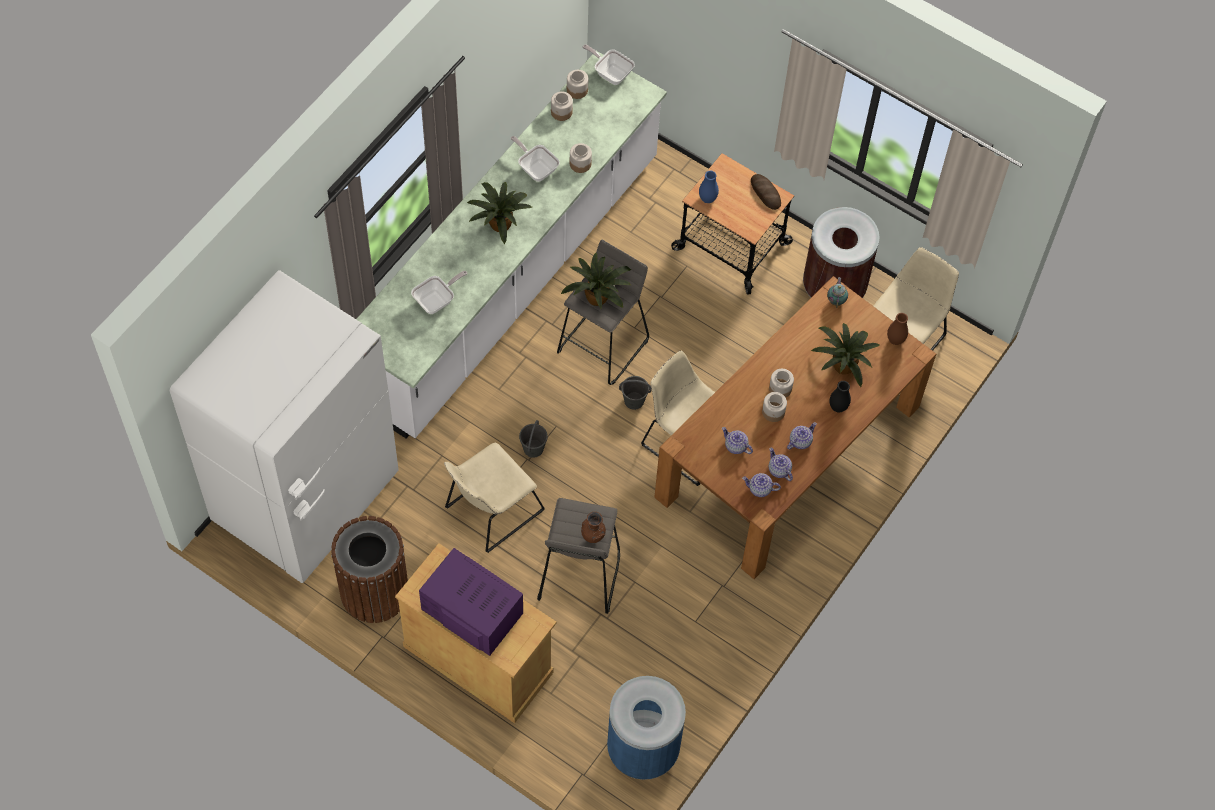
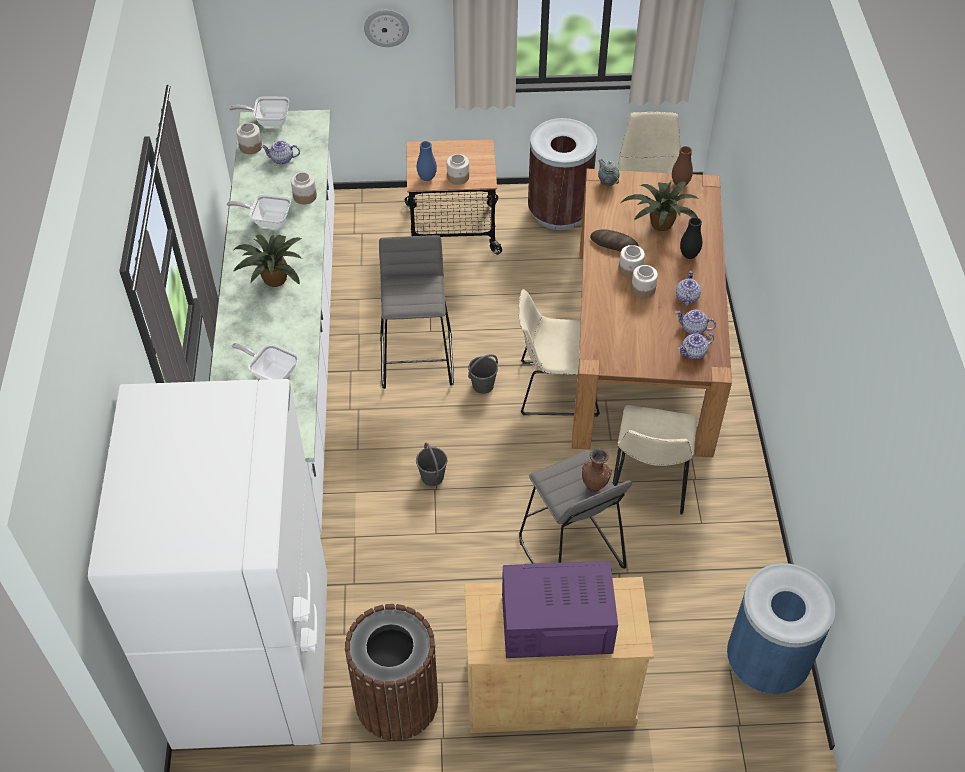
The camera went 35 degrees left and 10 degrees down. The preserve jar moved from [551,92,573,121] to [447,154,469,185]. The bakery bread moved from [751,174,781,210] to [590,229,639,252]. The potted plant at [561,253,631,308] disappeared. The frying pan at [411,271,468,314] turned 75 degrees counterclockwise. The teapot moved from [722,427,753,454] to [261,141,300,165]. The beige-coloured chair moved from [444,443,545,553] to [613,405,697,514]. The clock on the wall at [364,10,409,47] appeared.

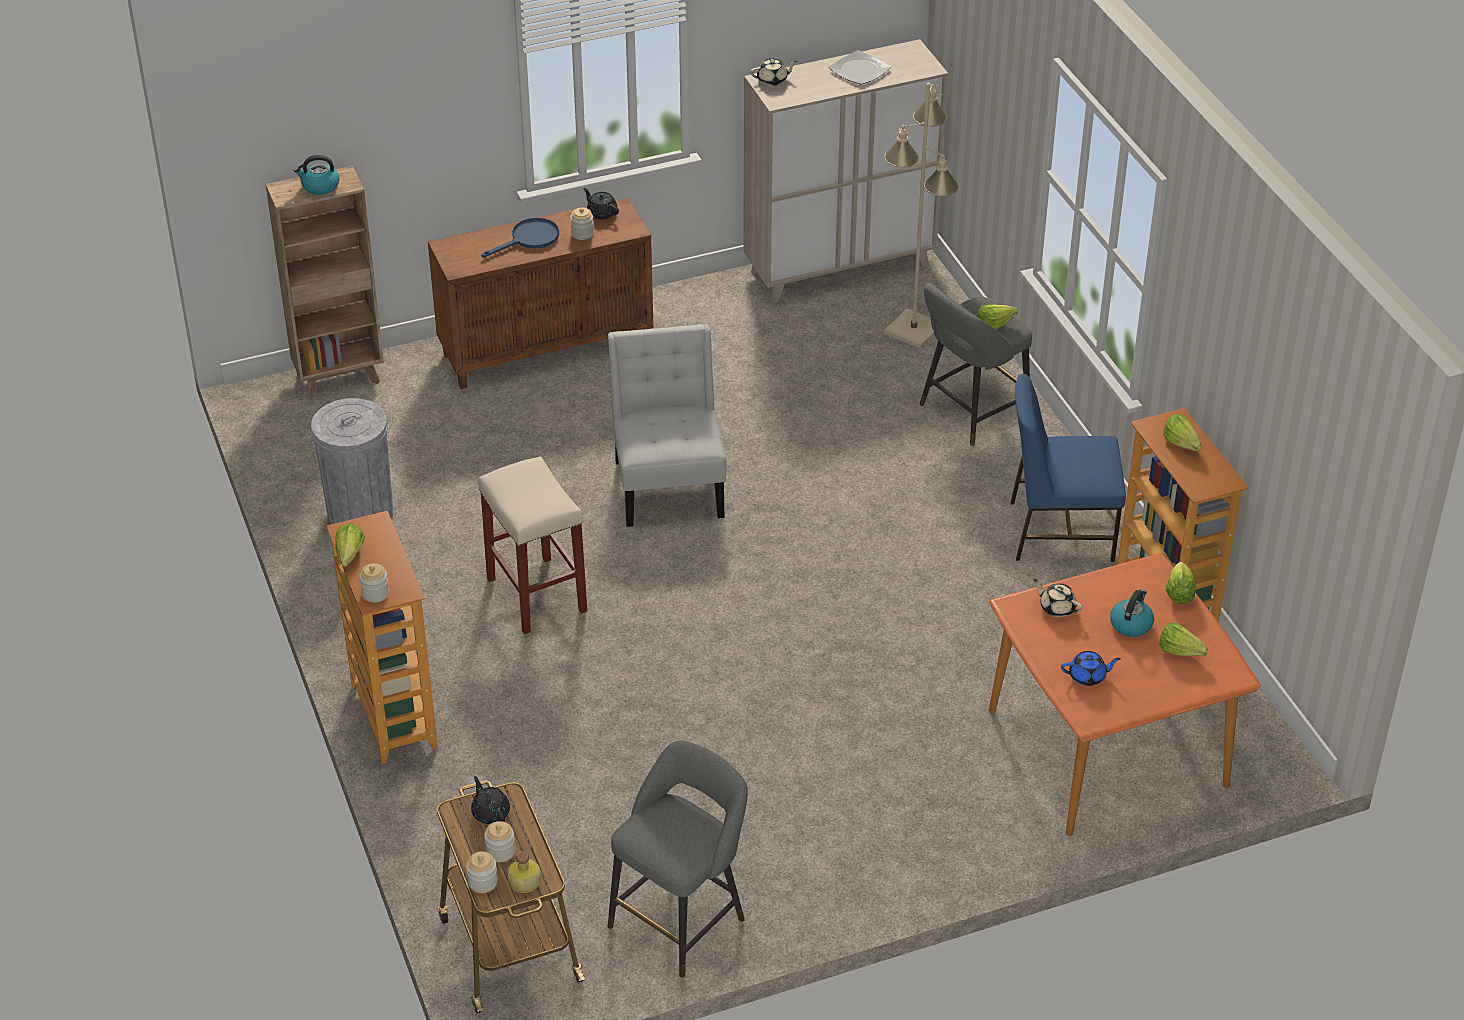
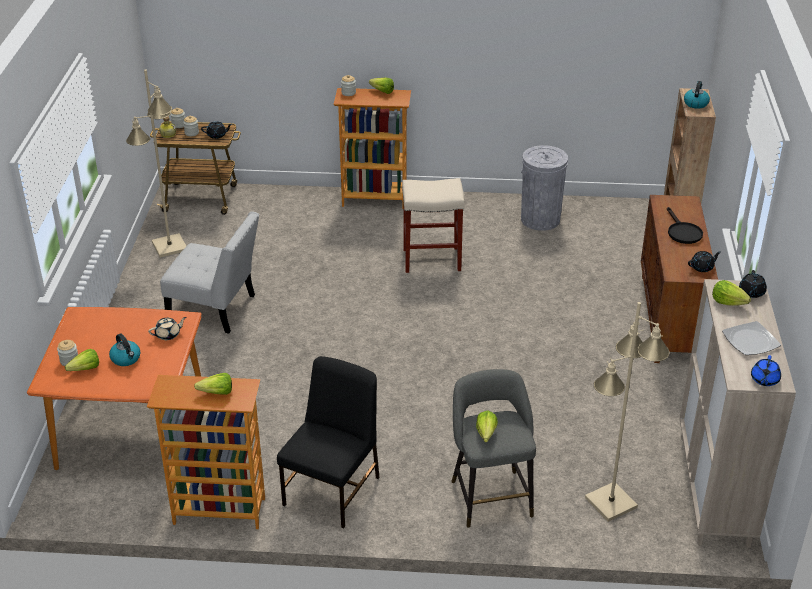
The camera went 115 degrees right and 5 degrees down. The beige-coloured teapot at [750,59,797,86] became the black-coloured teapot at [739,270,767,298]. The preserve jar moved from [570,208,594,240] to [57,340,78,366]. The blue-coloured frying pan at [481,218,559,257] became the black-coloured frying pan at [667,207,703,244]. The white-coloured chair moved from [608,324,726,527] to [160,211,259,334]. The blue-coloured chair at [1010,374,1126,562] became the black-coloured chair at [277,356,380,528]. The head of lettuce moved from [1166,562,1195,604] to [712,280,751,306]. The blue-coloured teapot moved from [1061,651,1121,686] to [751,355,781,386]. The grey stool at [608,741,748,978] was replaced by the beige-coloured standard lamp at [126,70,186,258].

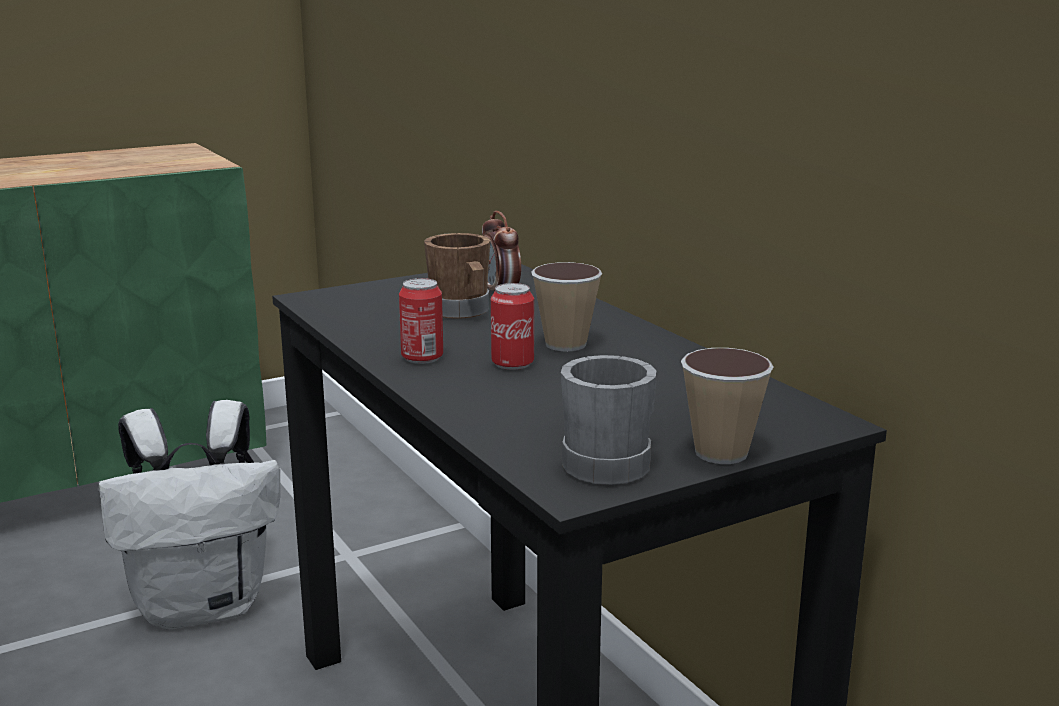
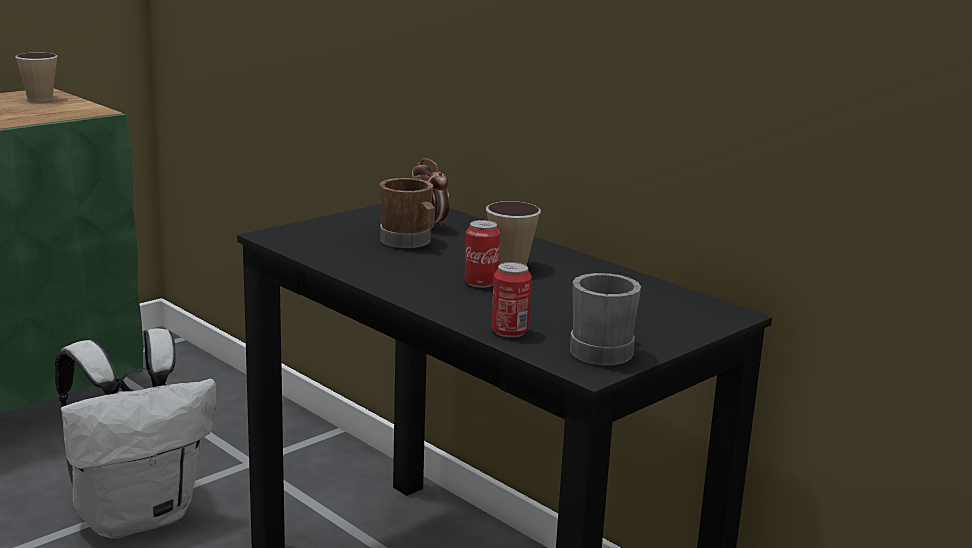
The camera went 15 degrees left and 0 degrees up. The sealed can moved from [399,278,443,364] to [491,262,532,337]. The drinking cup moved from [681,348,773,464] to [15,53,58,102].

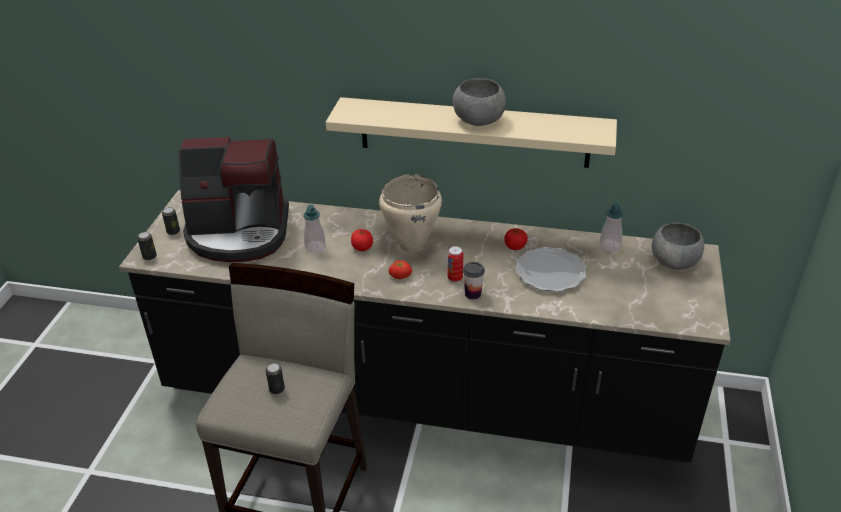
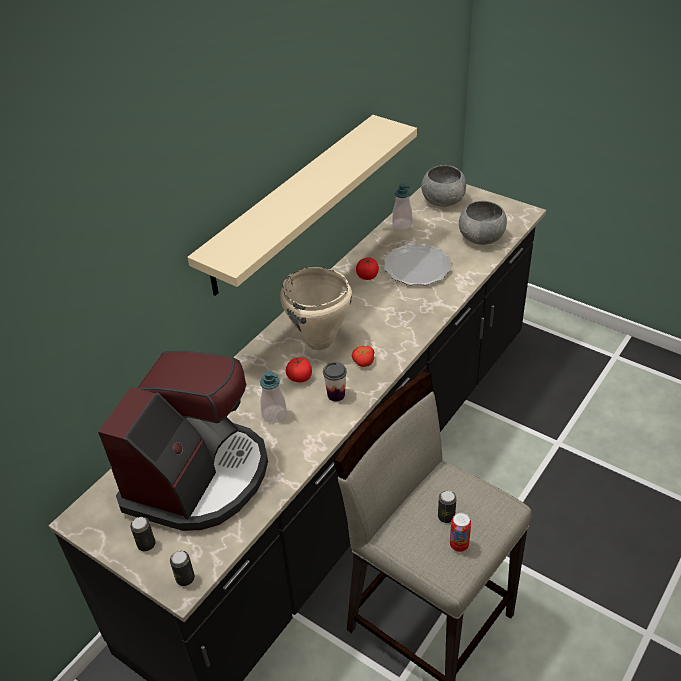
The camera went 65 degrees left and 5 degrees up. The grey bowl moved from [453,78,506,126] to [459,201,507,245]. The sealed can moved from [447,246,463,282] to [450,512,471,552]. The drinking cup moved from [463,262,485,299] to [323,362,347,401].

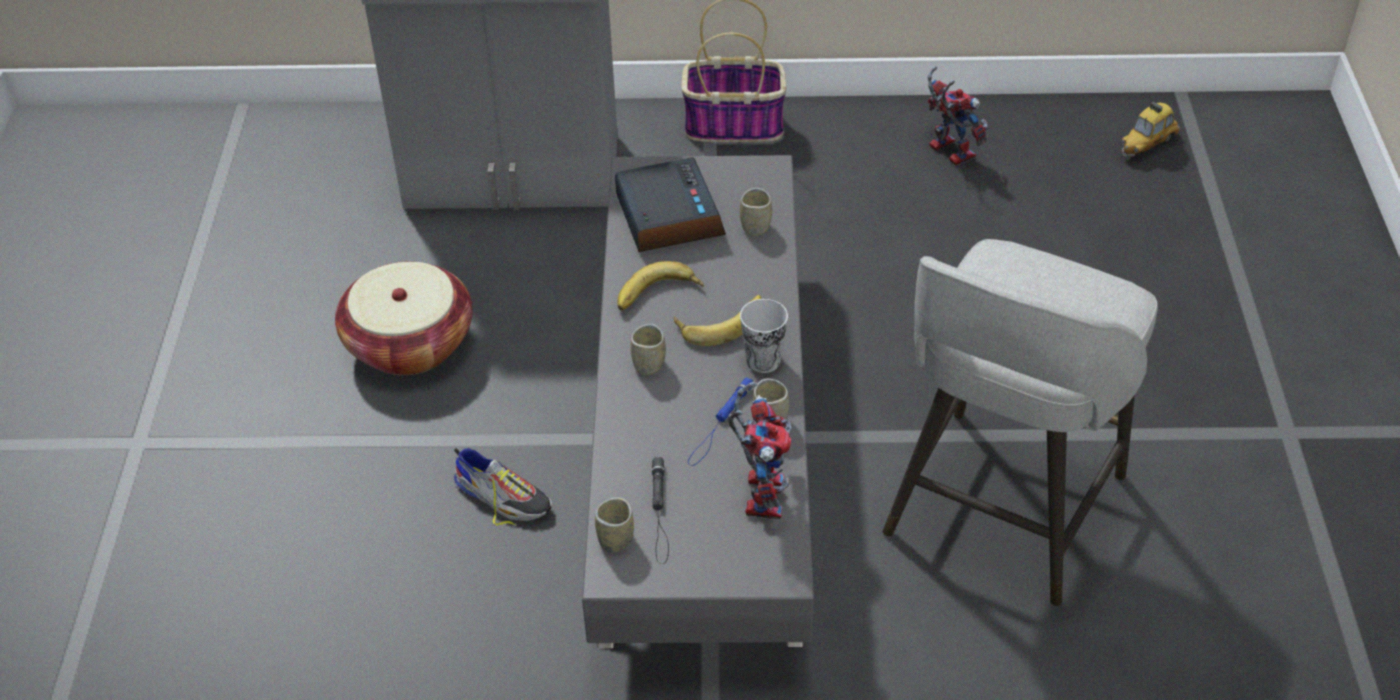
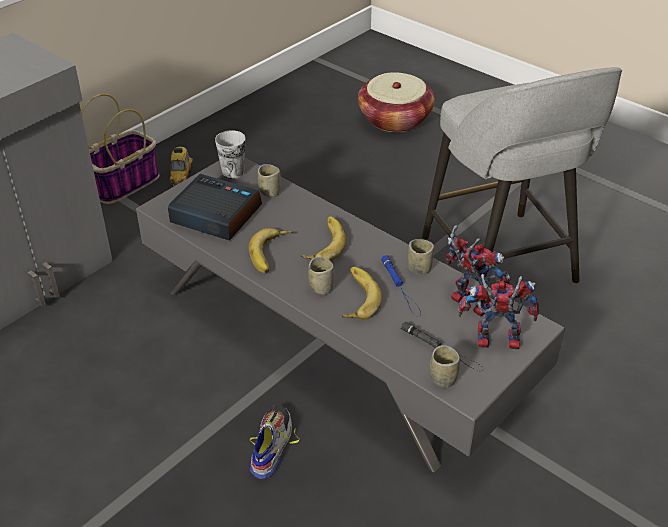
The camera went 50 degrees left and 5 degrees down. The toy robot moved from [928,66,988,166] to [458,274,539,350]. The miniature car moved from [1121,102,1181,157] to [170,147,193,187]. The storage basket moved from [335,261,473,375] to [358,72,435,132]. The drinking cup moved from [740,299,788,373] to [215,130,246,179]. The low shoe at [454,448,552,526] turned 60 degrees counterclockwise. The whole banana at [342,267,382,320] appeared.

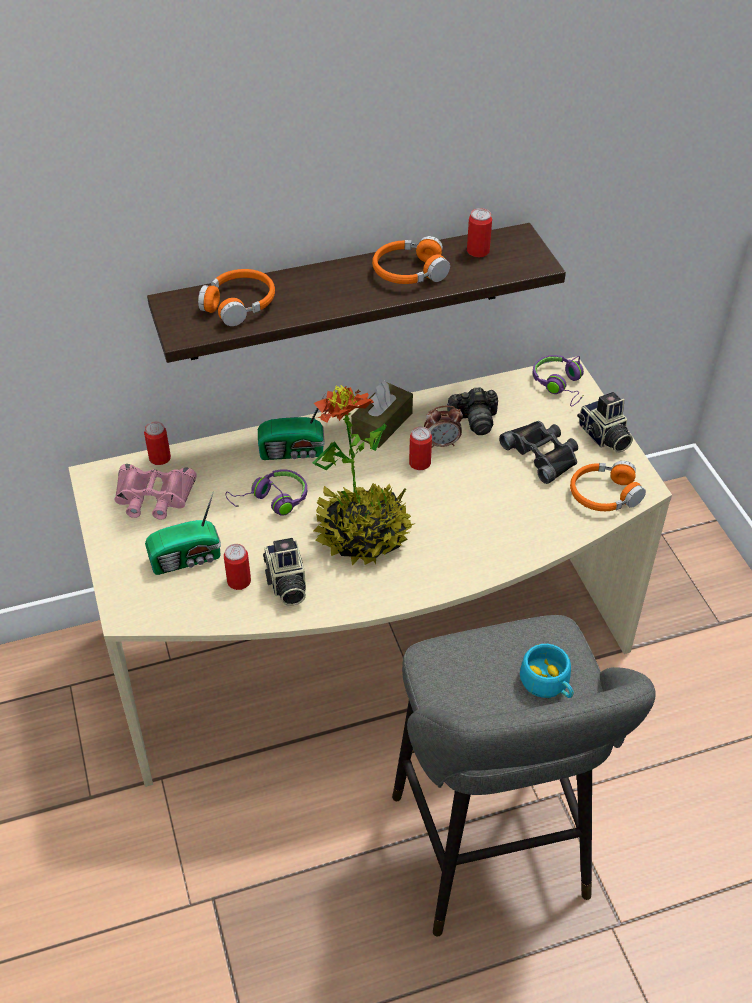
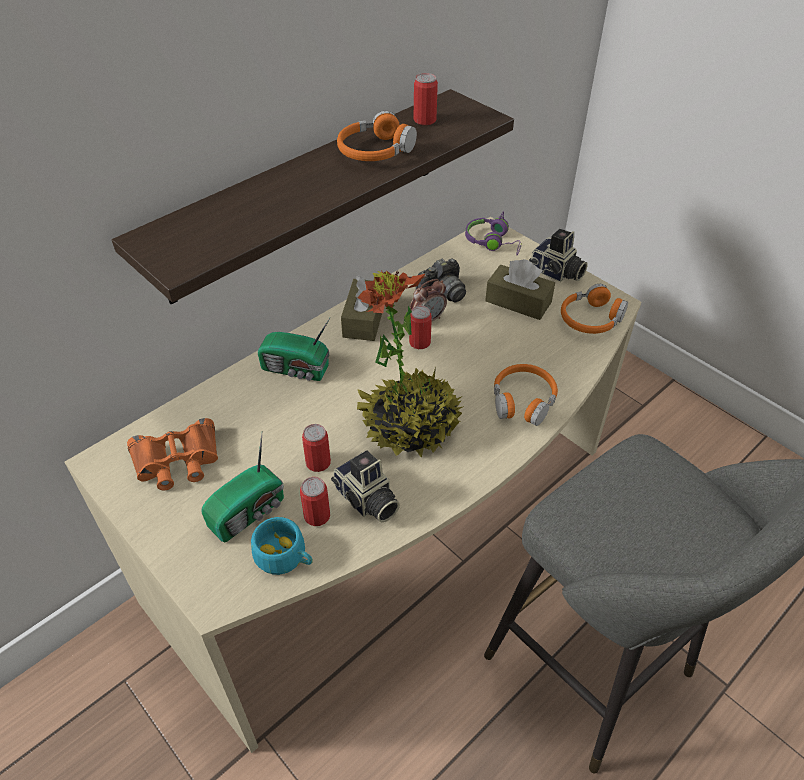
The camera went 25 degrees left and 0 degrees up. The orange pair of headphones moved from [198,269,275,326] to [494,364,558,426]. The radio at [258,394,325,460] turned 45 degrees clockwise. The black-coloured pair of binoculars at [499,421,578,484] was replaced by the brown-coloured tissue holder at [485,259,555,320]. The sealed can moved from [144,422,171,465] to [302,424,331,472]. The pink pair of binoculars at [114,464,197,520] became the orange pair of binoculars at [127,418,218,490]. The purplish pair of headphones at [225,469,307,516] disappeared. The blue-green drinking cup moved from [520,644,574,698] to [251,517,313,575].

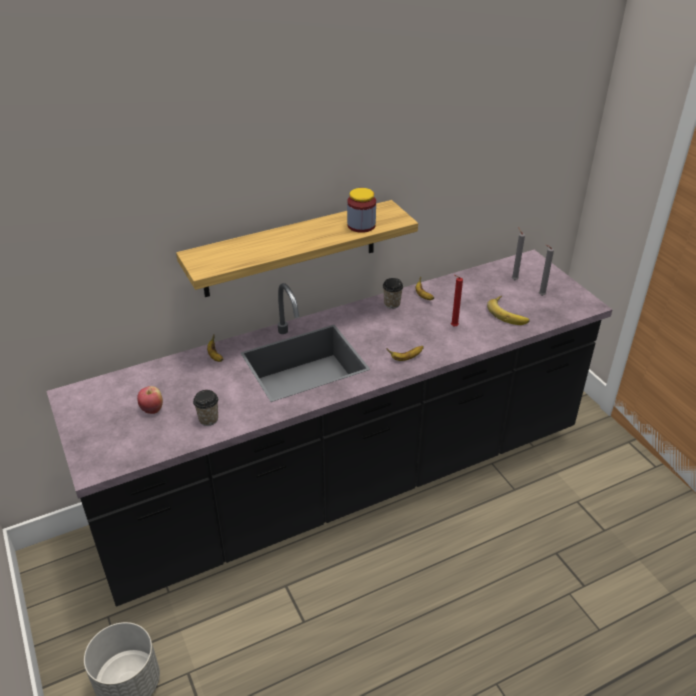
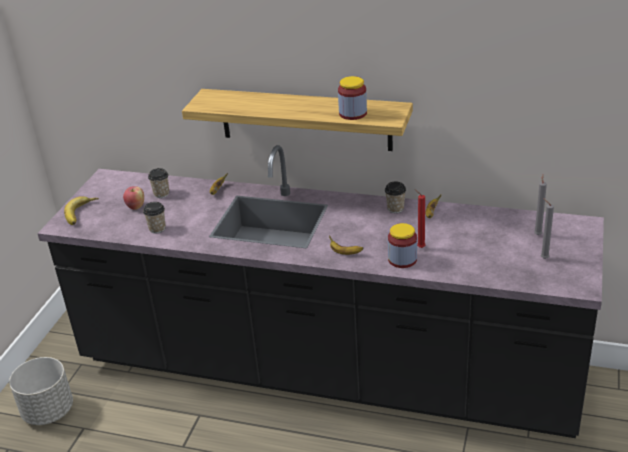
The camera went 45 degrees right and 5 degrees down. The whole banana moved from [487,296,530,325] to [64,196,99,225]. The drinking cup at [148,168,169,198] appeared. The preserve jar at [388,223,417,268] appeared.

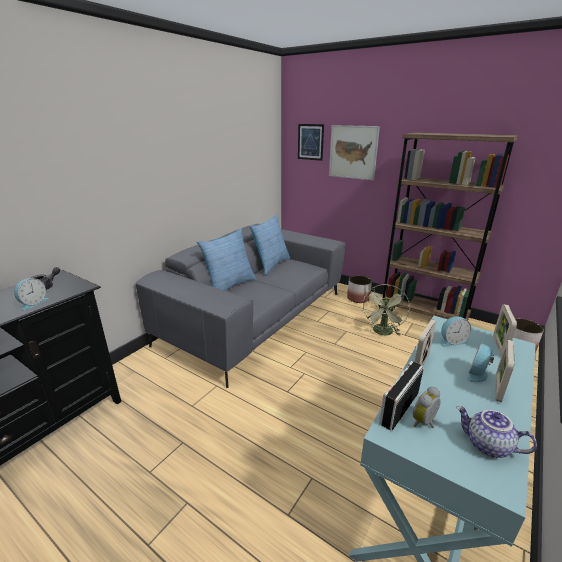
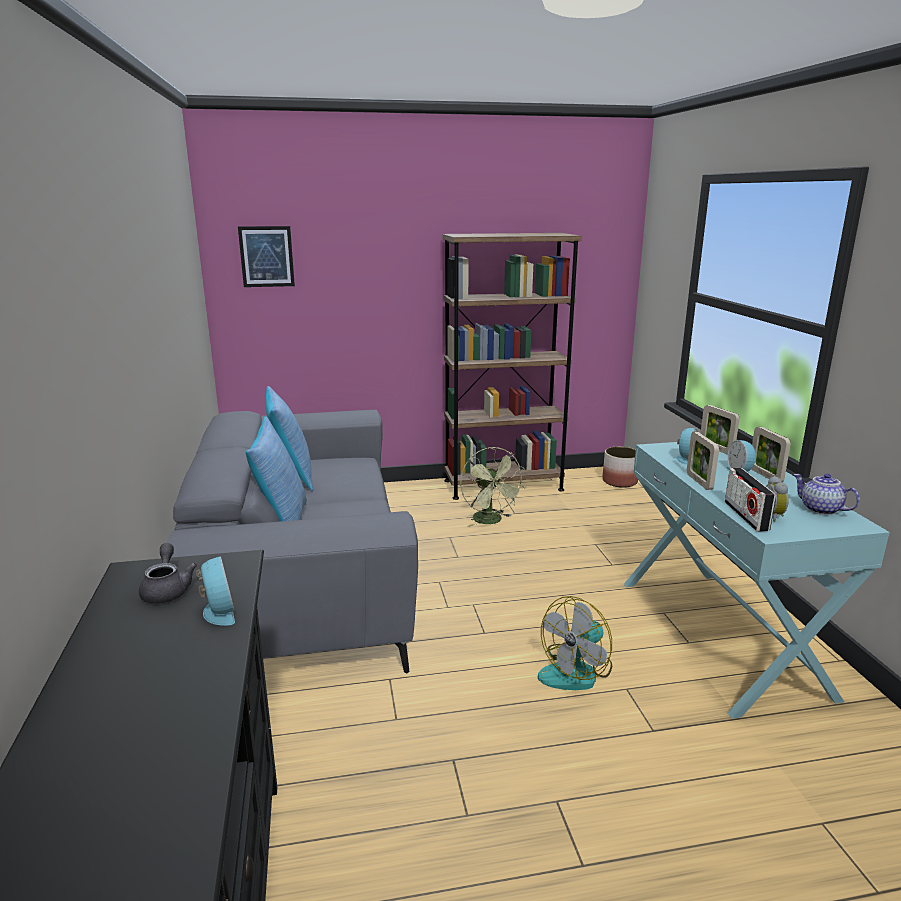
The camera went 45 degrees left and 5 degrees down. The wall art at [329,125,380,181] disappeared. The planter at [347,276,372,303] disappeared. The teapot at [456,406,537,458] turned 60 degrees clockwise. The fan at [538,596,612,690] appeared.

